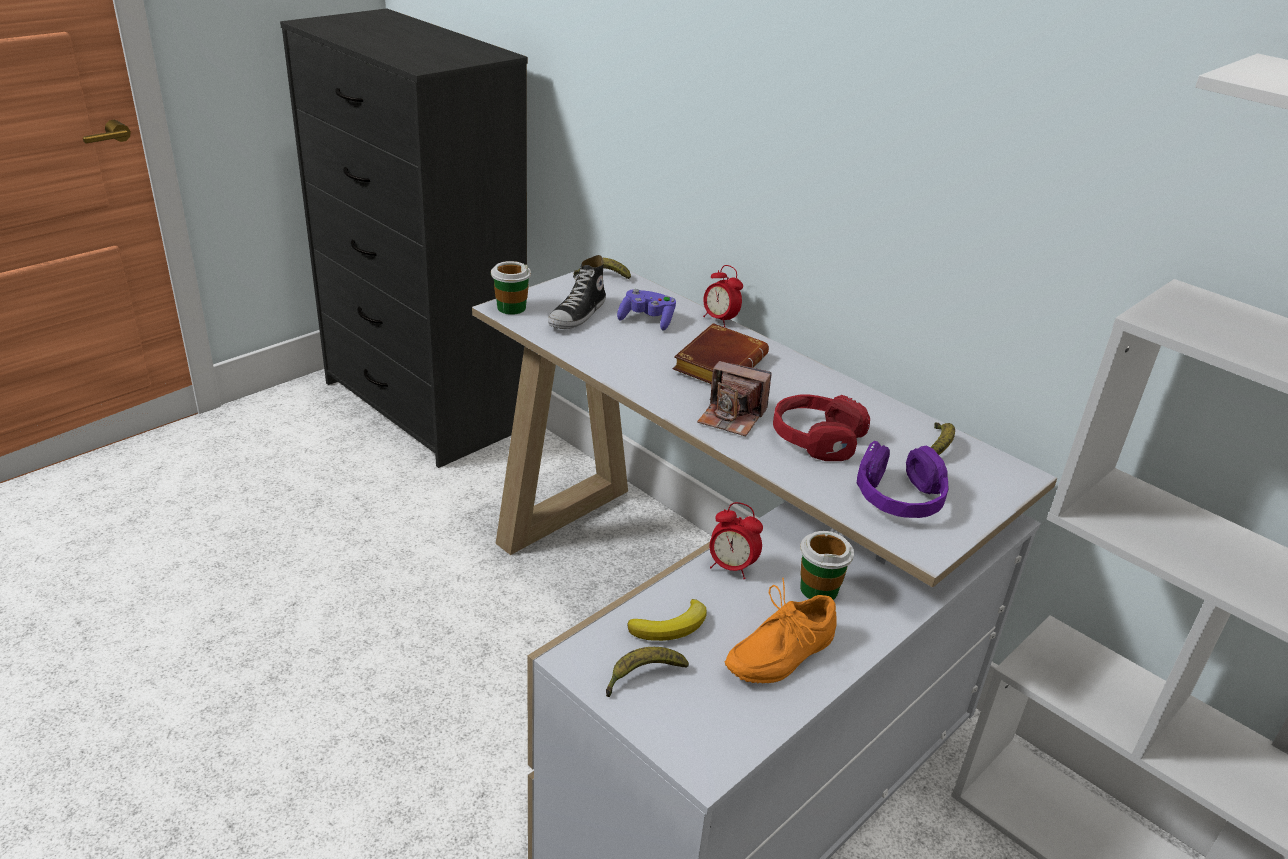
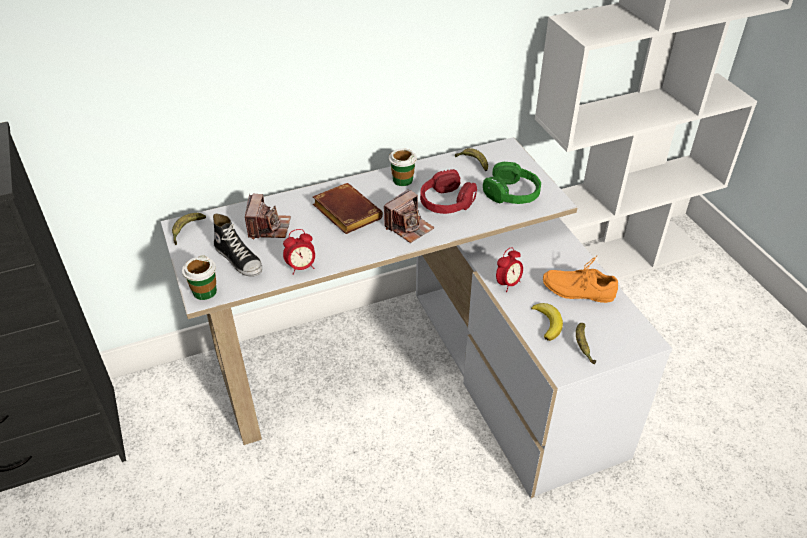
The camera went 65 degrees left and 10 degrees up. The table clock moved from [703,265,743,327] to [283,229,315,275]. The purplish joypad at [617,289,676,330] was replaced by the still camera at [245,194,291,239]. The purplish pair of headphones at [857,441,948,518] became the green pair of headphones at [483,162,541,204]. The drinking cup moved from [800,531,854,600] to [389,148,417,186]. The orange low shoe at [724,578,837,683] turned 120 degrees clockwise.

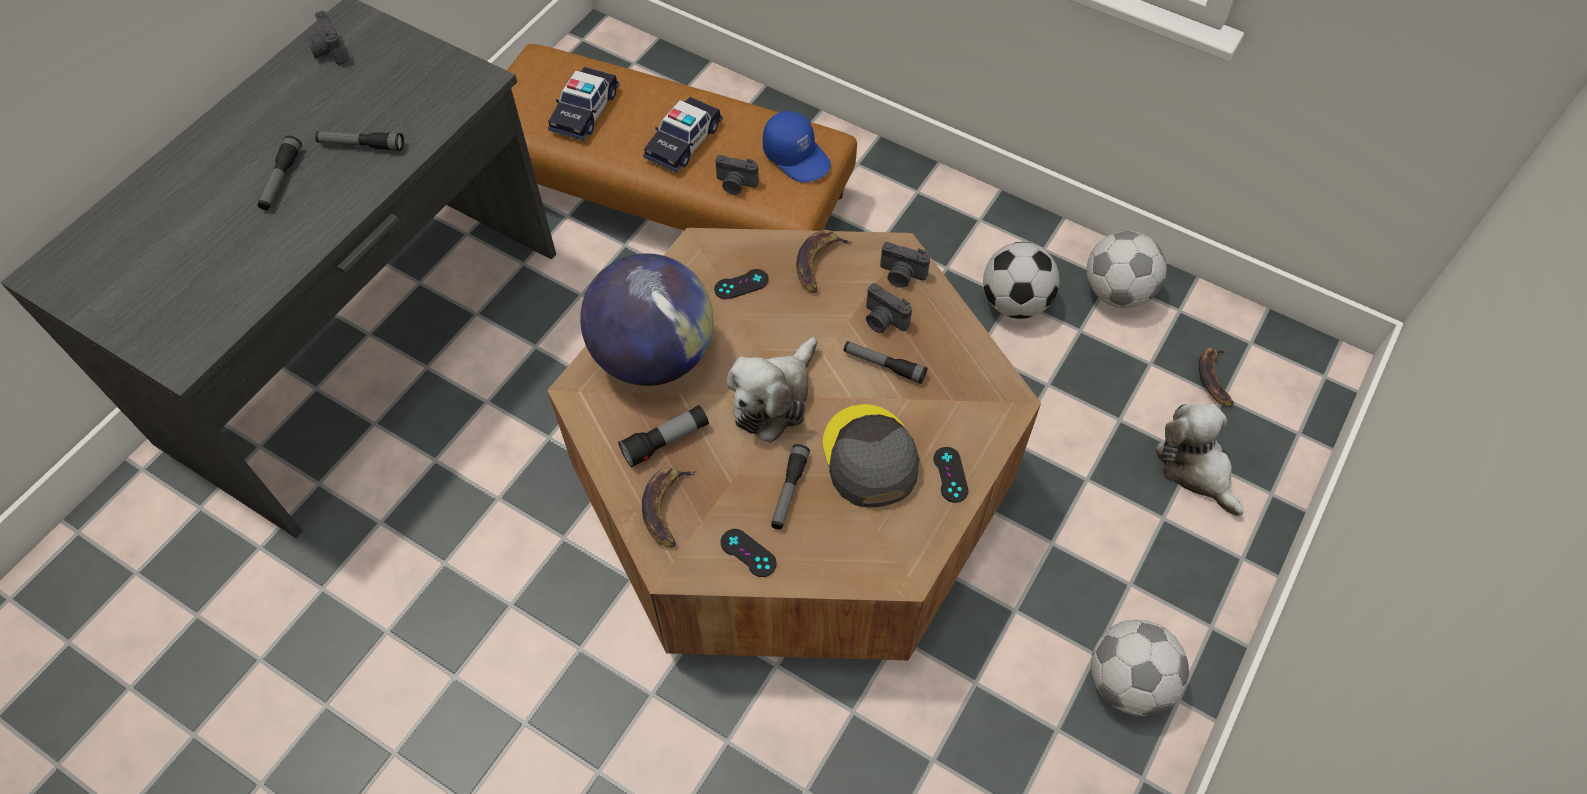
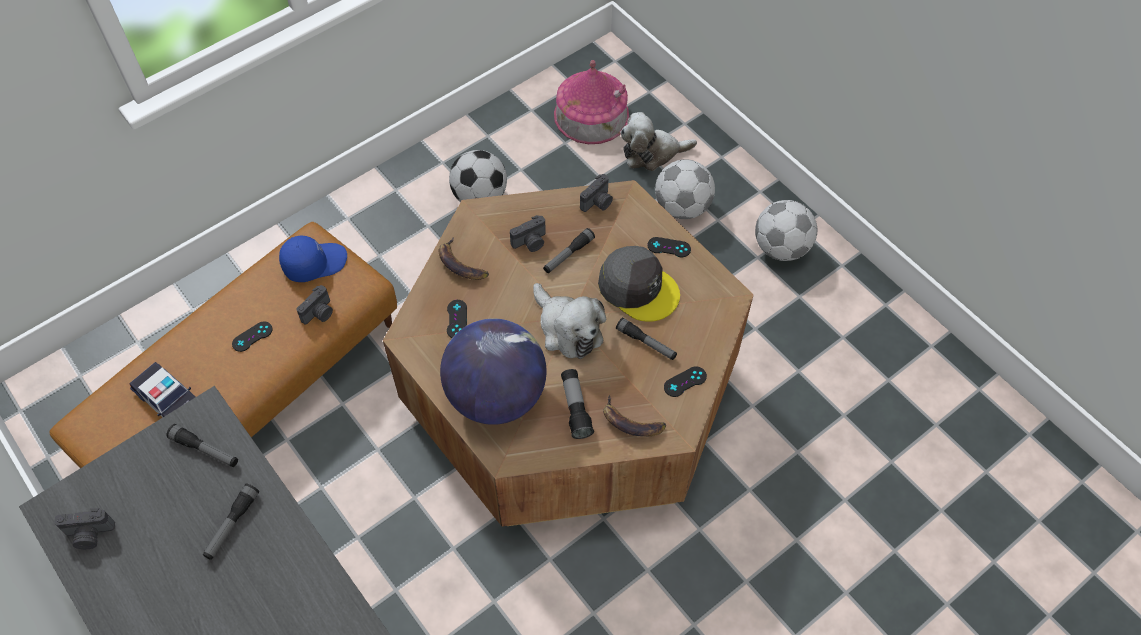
The camera went 70 degrees left and 0 degrees up. The miniature car at [643,97,723,173] was replaced by the black-coloured joypad at [232,322,273,352]. The flashlight moved from [257,136,302,210] to [166,424,238,467]. The football ball moved from [1087,231,1166,308] to [655,159,715,219]. The still camera moved from [880,242,930,288] to [580,174,613,212]. The whole banana at [1199,348,1234,407] was replaced by the model house at [554,60,629,144]. The grey peaked cap at [823,404,920,508] turned 150 degrees counterclockwise.

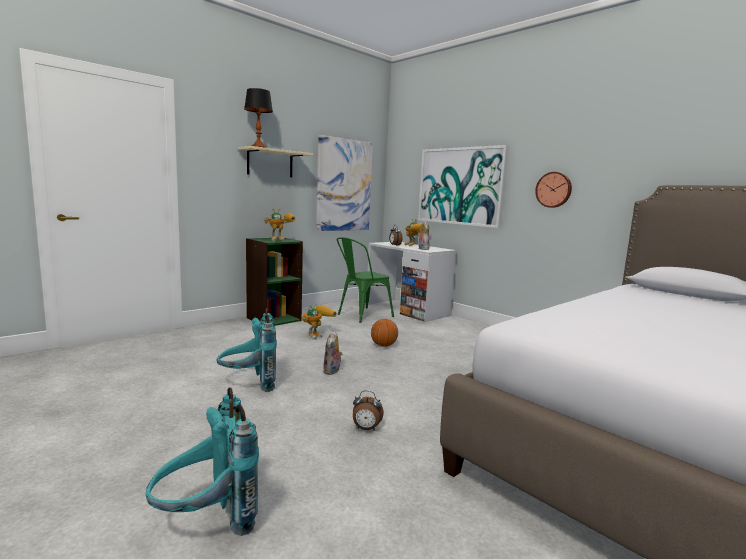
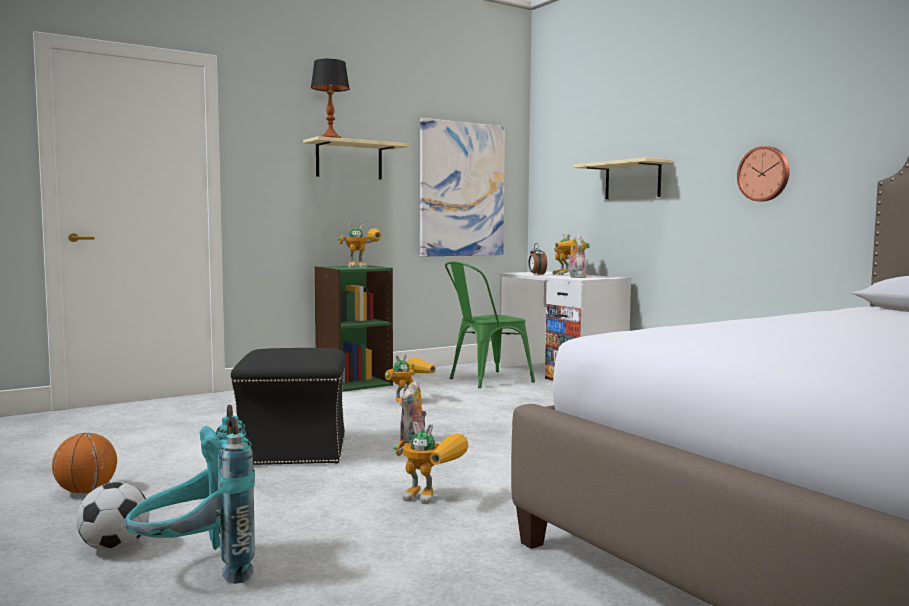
The camera went 10 degrees right and 5 degrees down. The wall art at [418,145,509,228] was replaced by the beige-coloured bracket shelf at [573,157,672,199]. The blue-green knapsack at [217,308,277,392] was replaced by the black-coloured pouffe at [231,348,346,465]. The ball for basketball moved from [371,319,398,347] to [52,433,117,494]. The table clock at [353,390,384,431] was replaced by the toy robot at [393,422,469,504]. The football ball at [76,482,150,551] appeared.

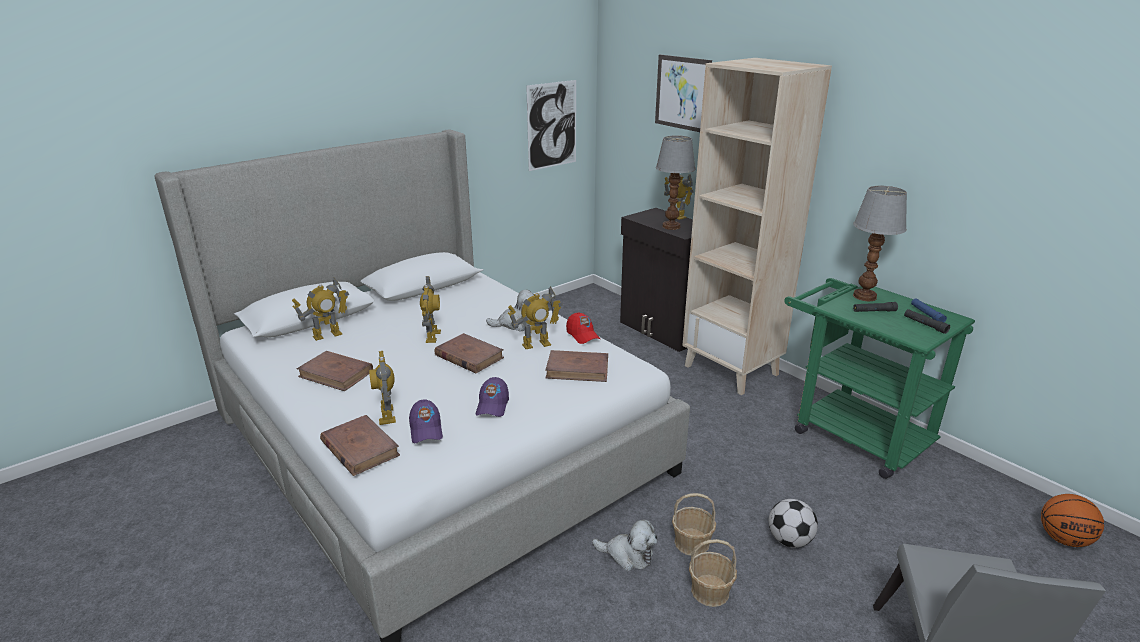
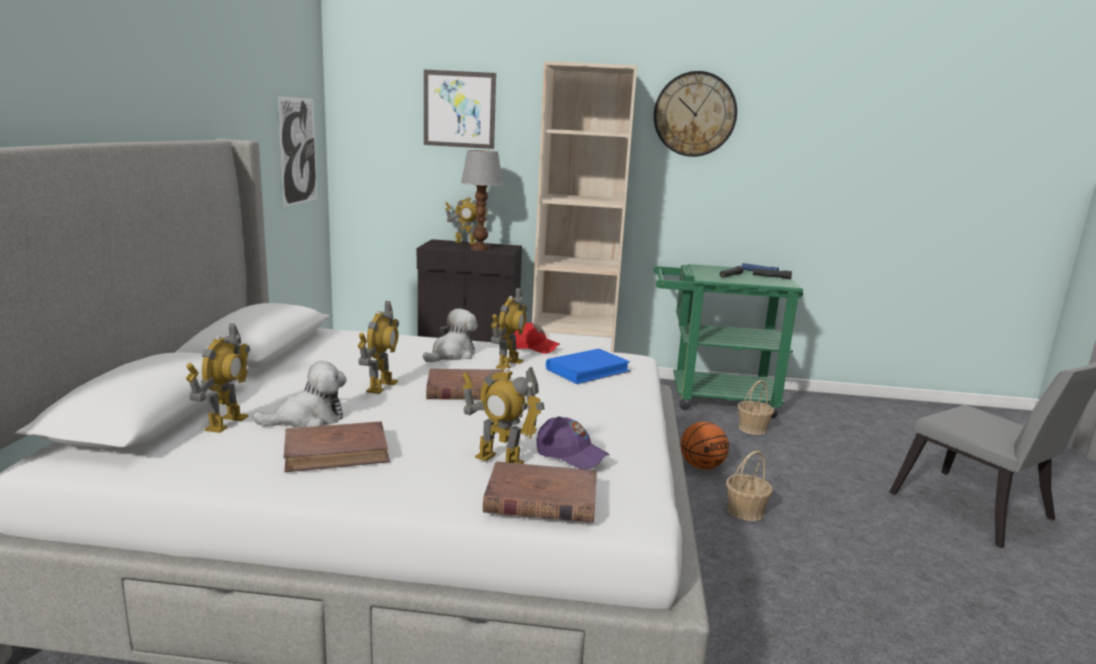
The camera went 45 degrees left and 10 degrees down. The table lamp at [853,186,907,301] disappeared. The toy robot at [420,276,441,343] turned 60 degrees clockwise. The brown-coloured bound book at [545,350,608,382] became the blue-coloured bound book at [546,349,631,384]. The purplish peaked cap at [476,377,509,417] disappeared. The ball for basketball moved from [1041,494,1104,547] to [680,422,729,470]. The football ball at [768,499,818,548] disappeared. The cuddly toy moved from [592,519,657,571] to [253,361,347,428]. The storage basket moved from [689,539,737,607] to [738,380,774,435]. The clock on the wall at [654,71,737,157] appeared.

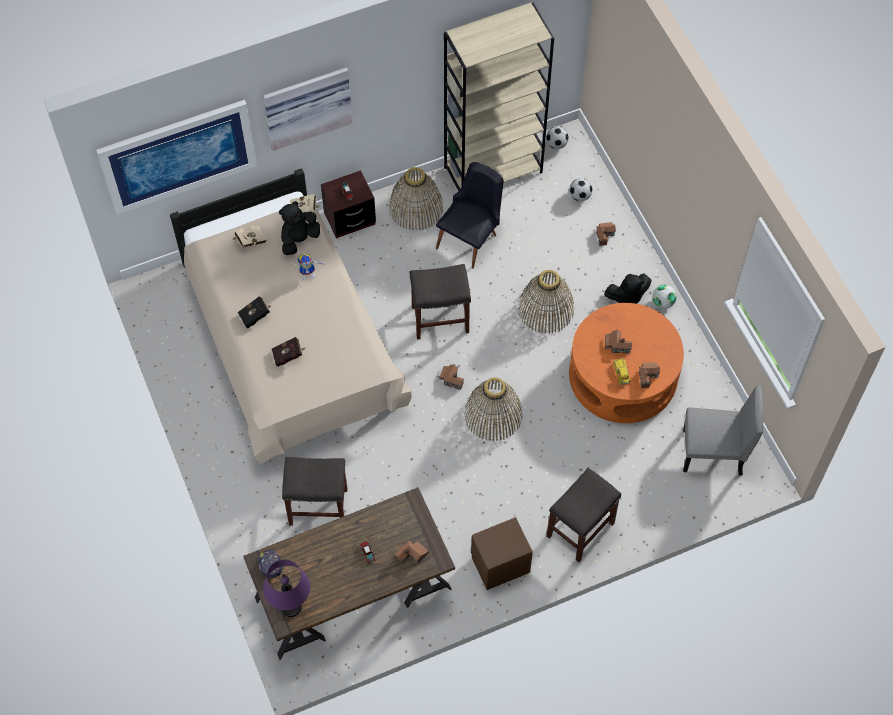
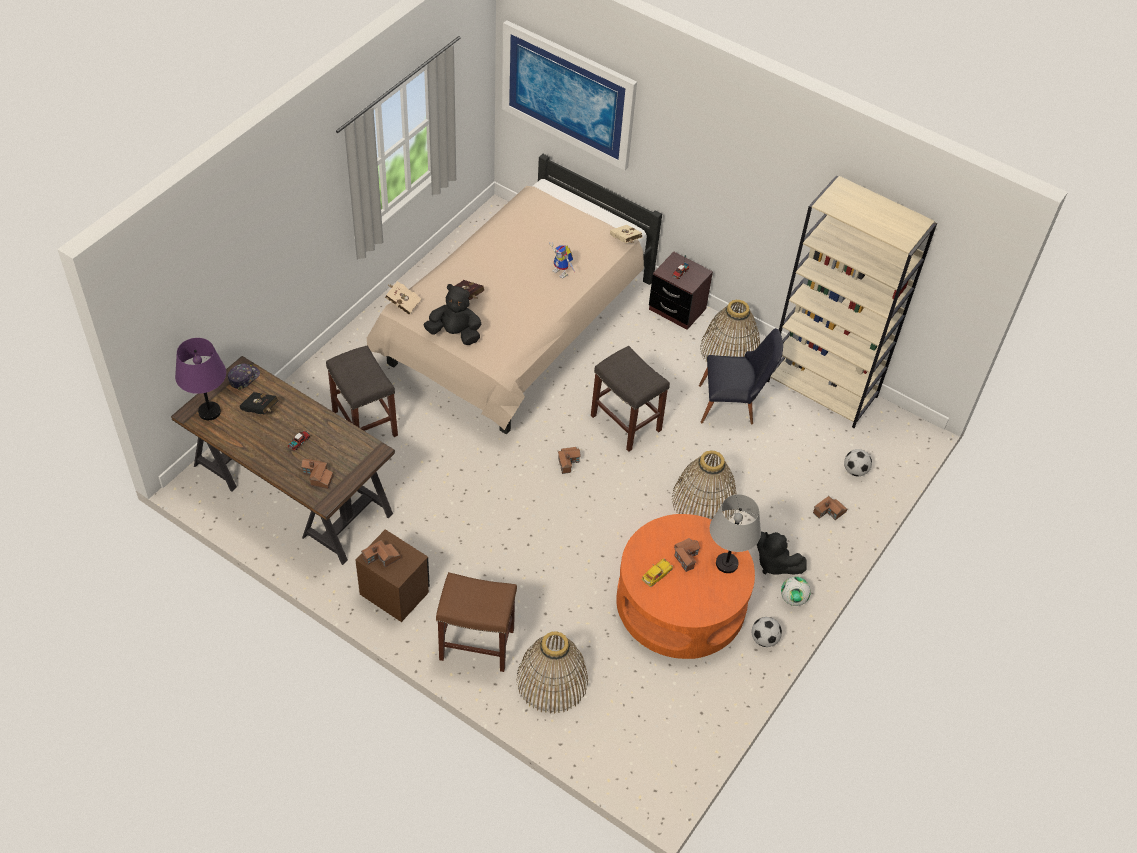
The camera went 55 degrees right and 10 degrees down. The wall art at [263,68,352,151] disappeared. The football ball moved from [546,126,569,149] to [752,617,782,647]. The black-coloured cuddly toy moved from [279,201,320,255] to [424,284,481,345]. The beige-coloured bound book moved from [233,226,267,248] to [385,281,421,315]. The black-coloured bound book moved from [238,296,271,328] to [240,392,278,414]. The model house moved from [639,362,660,388] to [361,540,401,567]. The storage basket moved from [464,377,522,442] to [516,631,588,714]. The grey chair at [683,386,763,476] disappeared. The grey stool at [546,468,621,562] became the brown-coloured stool at [436,572,517,672]. The grey table lamp at [710,494,761,573] appeared.

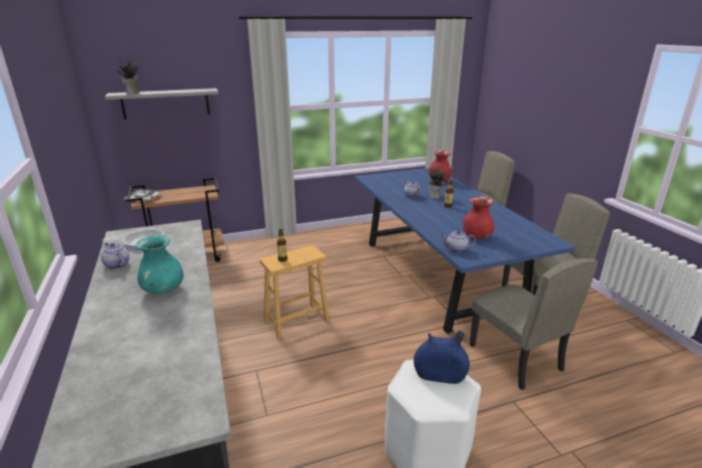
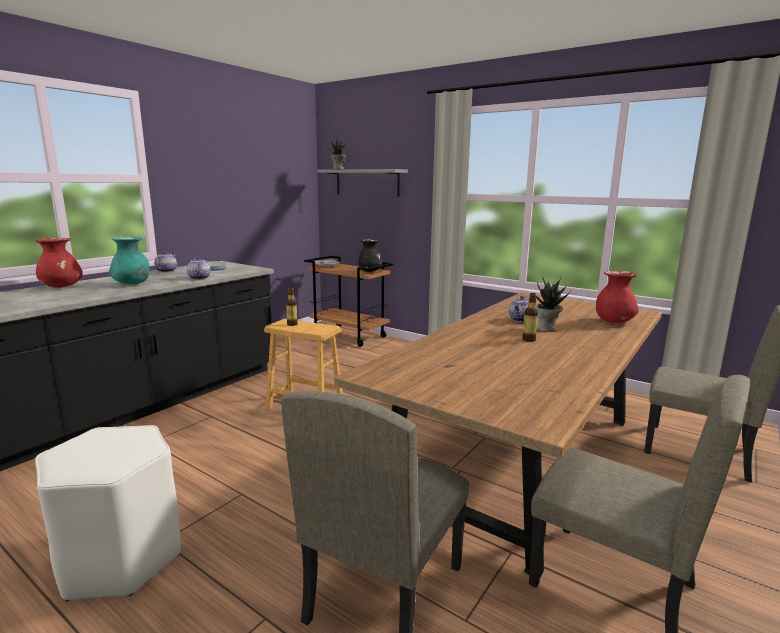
The camera went 55 degrees right and 10 degrees down. The blue-coloured dining table at [355,168,575,334] became the brown-coloured dining table at [334,293,662,577]. The reddish decorative vase moved from [463,196,494,239] to [35,238,83,288]. The teapot moved from [441,230,476,253] to [187,257,211,280]. The blue-coloured decorative vase at [414,331,470,384] disappeared. The black-coloured decorative vase at [358,239,383,272] appeared.

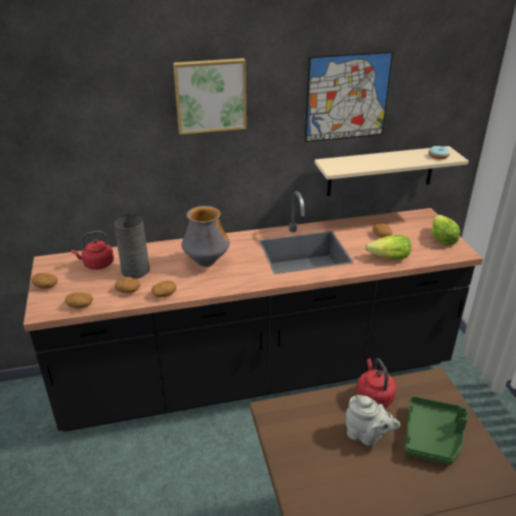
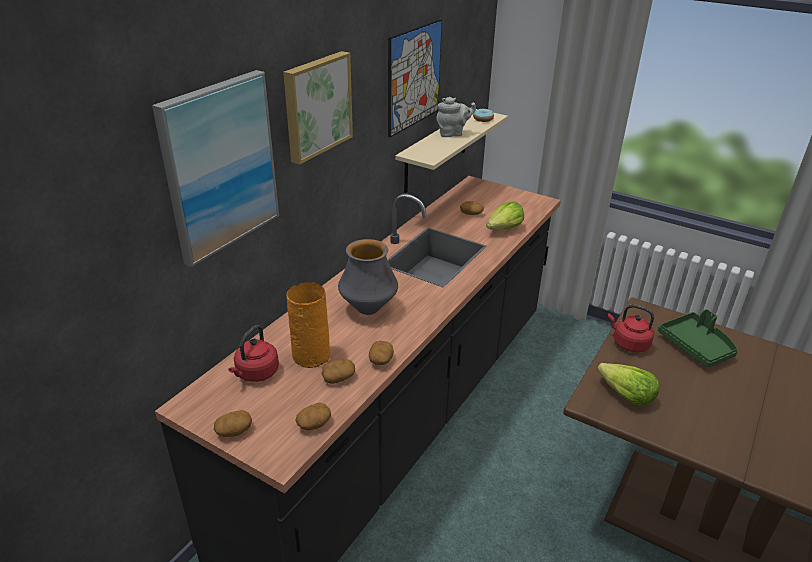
The camera went 45 degrees left and 0 degrees up. The grey decorative vase at [114,215,150,278] became the orange decorative vase at [286,282,330,368]. The head of lettuce moved from [432,215,460,245] to [597,363,659,406]. The grey teapot moved from [346,395,400,446] to [436,97,476,137]. The wall art at [152,70,279,267] appeared.

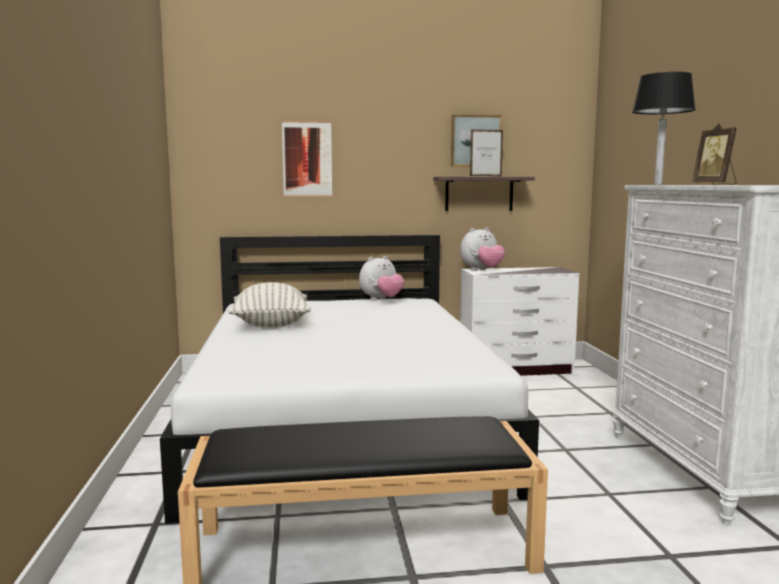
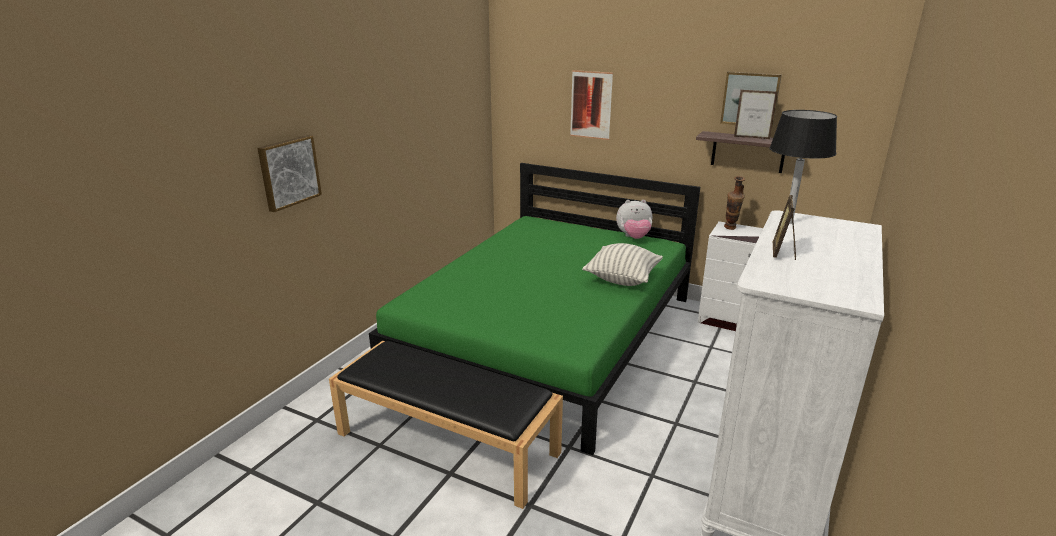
The camera went 35 degrees right and 15 degrees up. The cuddly toy at [460,227,505,271] was replaced by the decorative vase at [724,176,745,230]. The white-coloured bed at [160,235,539,524] became the green bed at [369,163,700,455]. The cushion moved from [228,282,311,327] to [582,243,663,286]. The wall art at [257,135,322,212] appeared.

